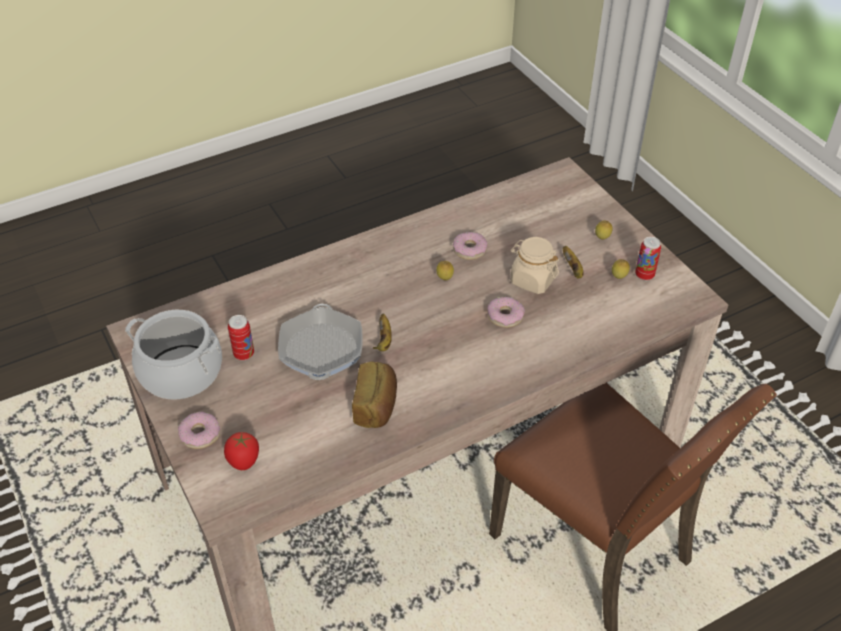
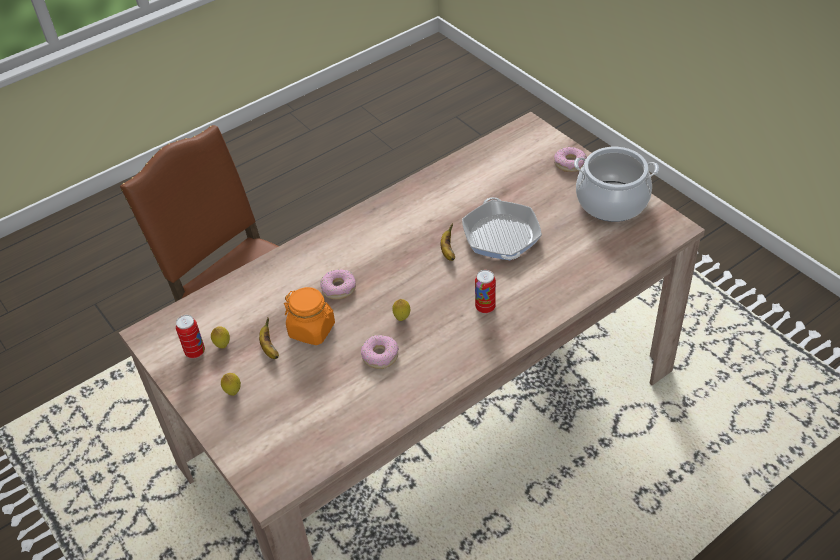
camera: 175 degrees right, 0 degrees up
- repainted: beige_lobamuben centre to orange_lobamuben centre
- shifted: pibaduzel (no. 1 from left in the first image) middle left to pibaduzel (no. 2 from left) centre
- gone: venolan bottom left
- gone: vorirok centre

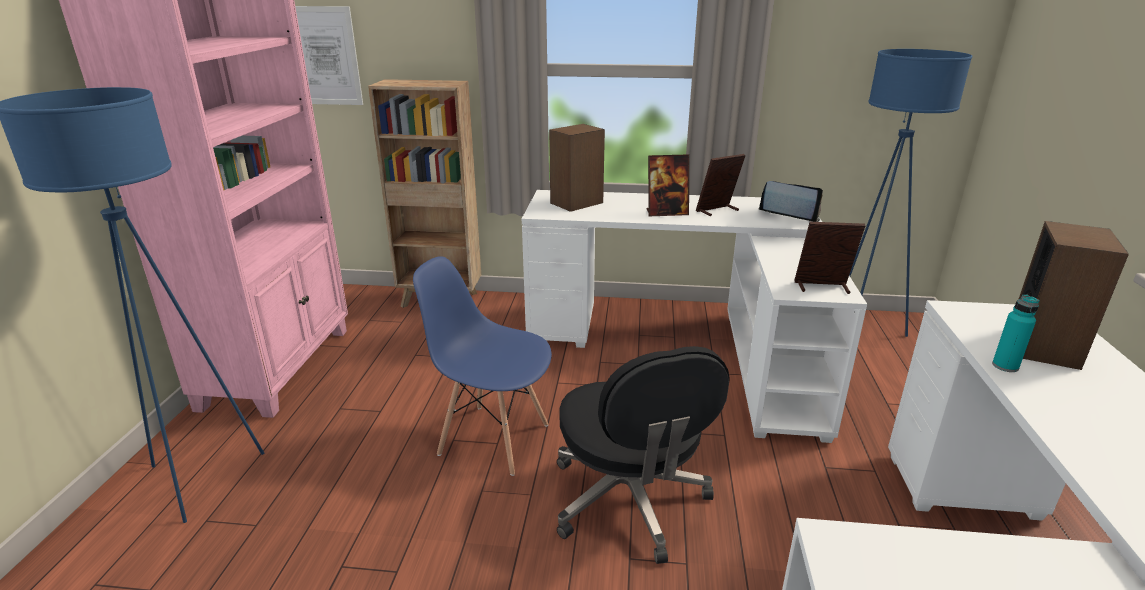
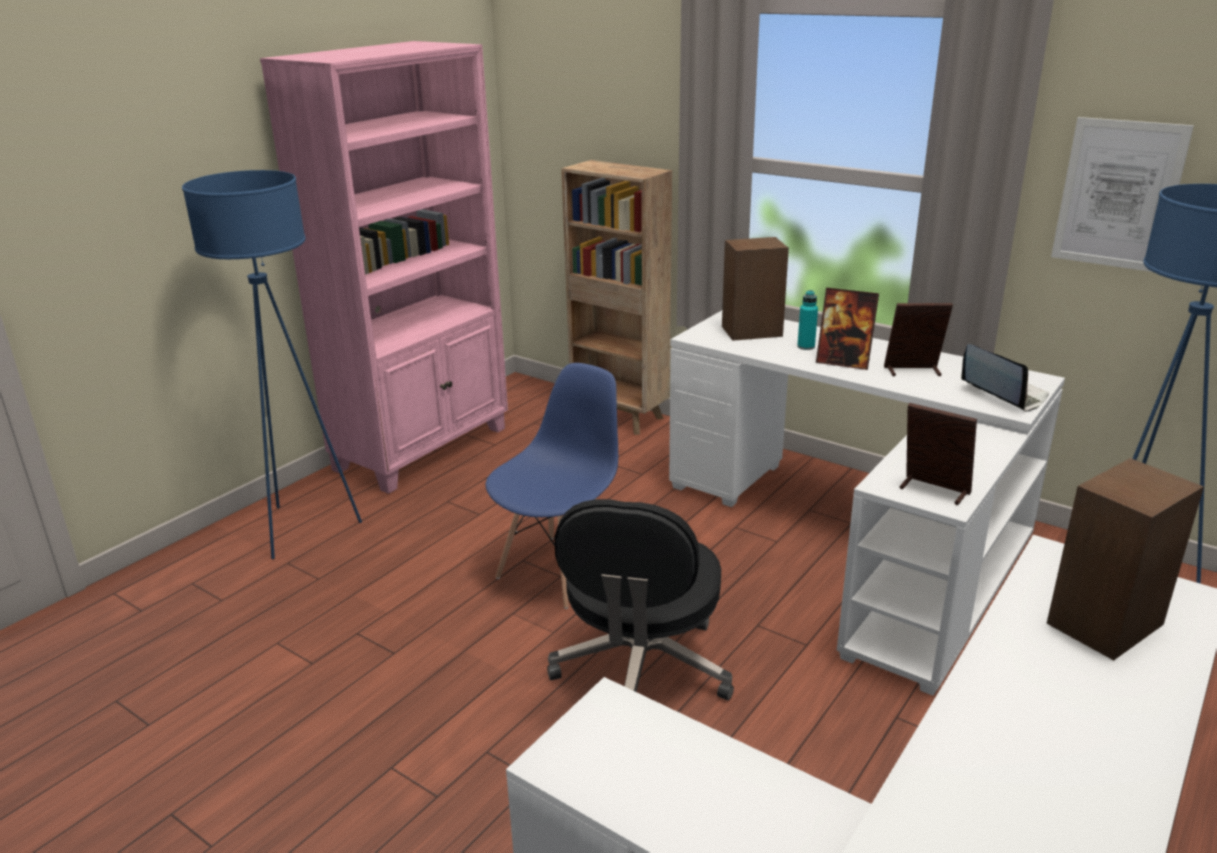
camera: 30 degrees right, 0 degrees up
- rotated: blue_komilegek centre = centre 75 degrees clockwise
- shifted: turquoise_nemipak middle right to centre
- shifted: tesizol top left to top right

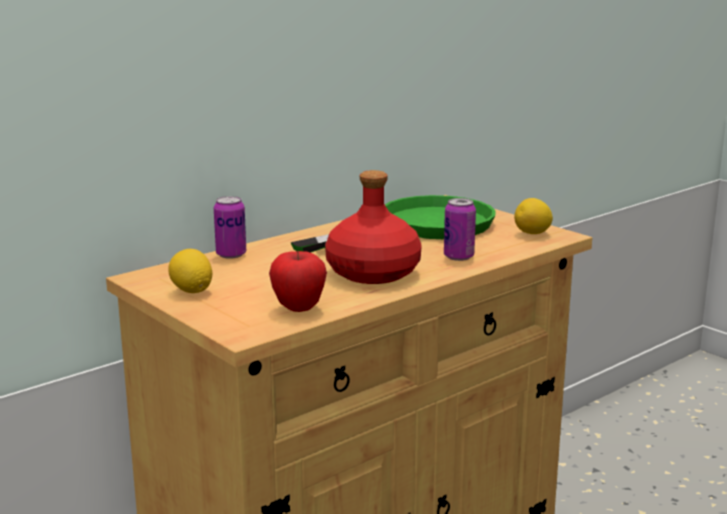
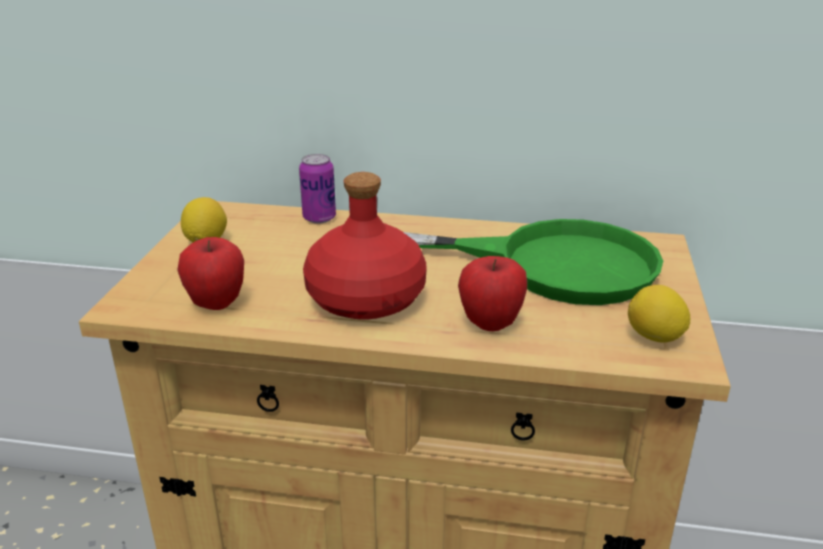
camera: 50 degrees right, 10 degrees up
- swapped: pibaduzel (no. 2 from left) centre to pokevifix (no. 2 from left) centre

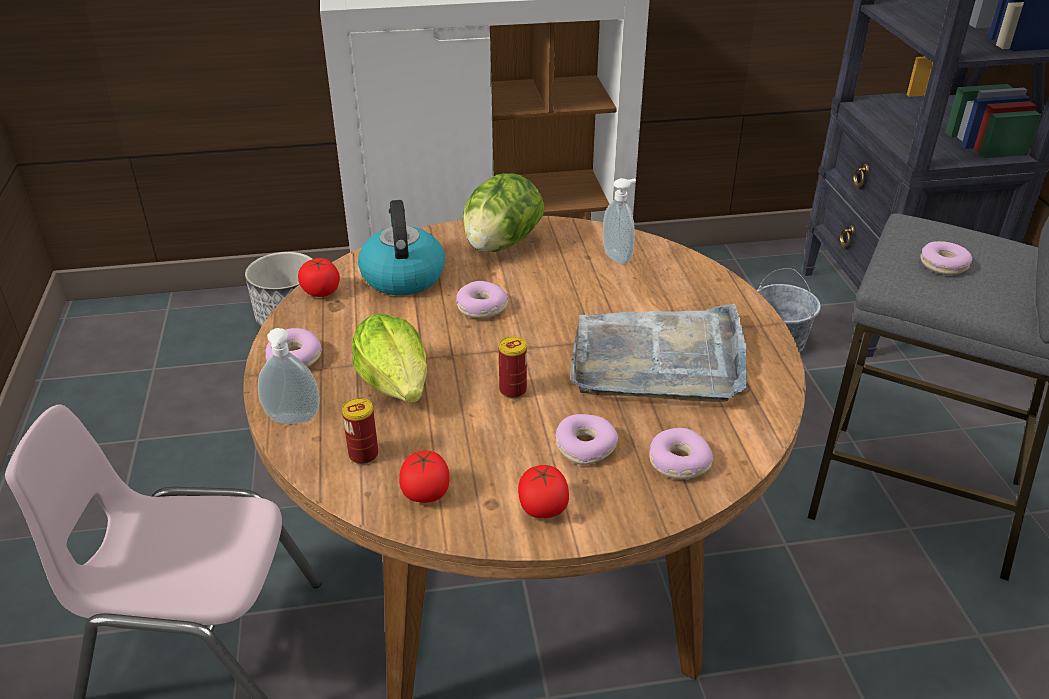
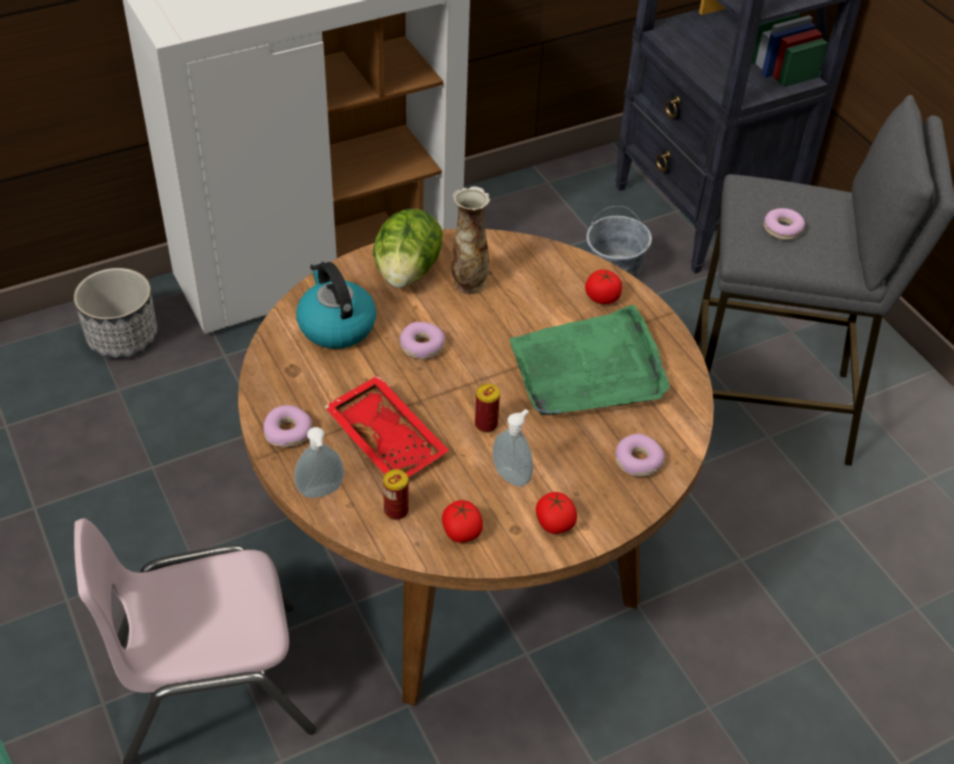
camera: 20 degrees left, 10 degrees up
- swapped: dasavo (no. 1 from left) centre to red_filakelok centre
- new: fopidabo top centre
- shifted: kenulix (no. 2 from left) top centre to centre
- repainted: grey_filakelok centre to green_filakelok centre
- shifted: venolan (no. 1 from left in the first image) middle left to venolan (no. 3 from left) centre
- gone: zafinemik (no. 3 from left) centre

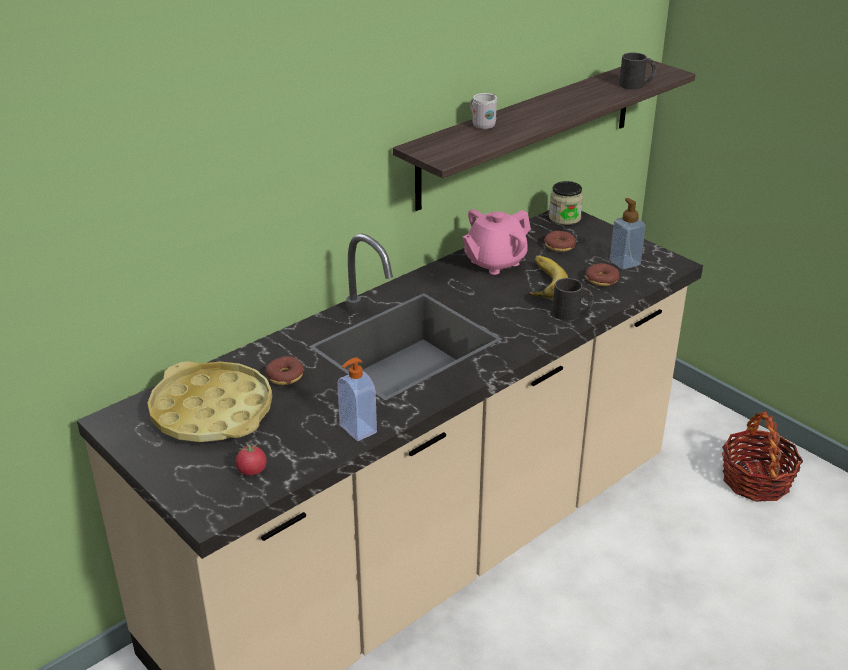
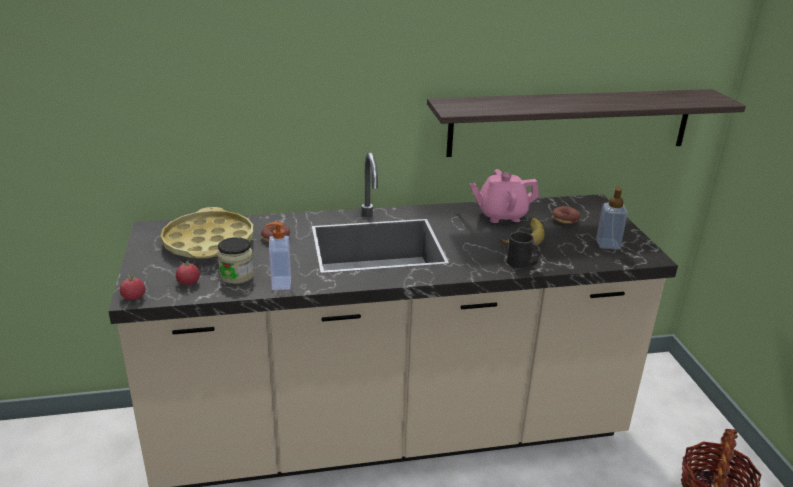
camera: 30 degrees right, 5 degrees down
- new: venolan (no. 1 from left) middle left
- shifted: lobamuben top right to middle left
- gone: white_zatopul top centre
- gone: zafinemik (no. 3 from left) middle right
- gone: black_zatopul (no. 2 from left) top right

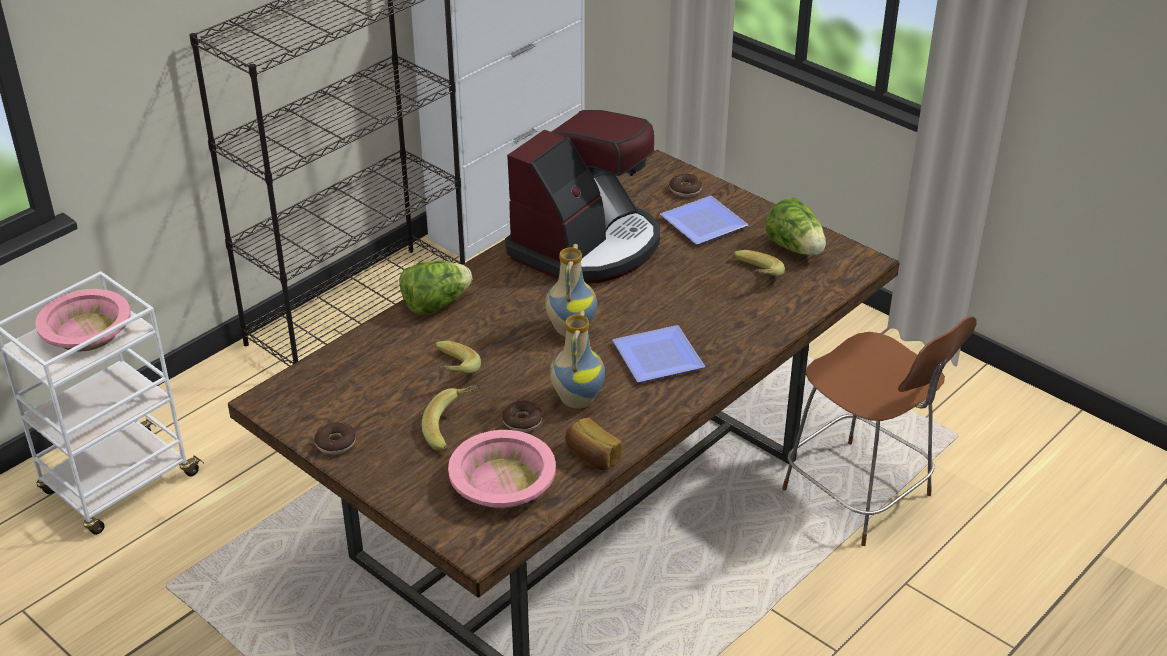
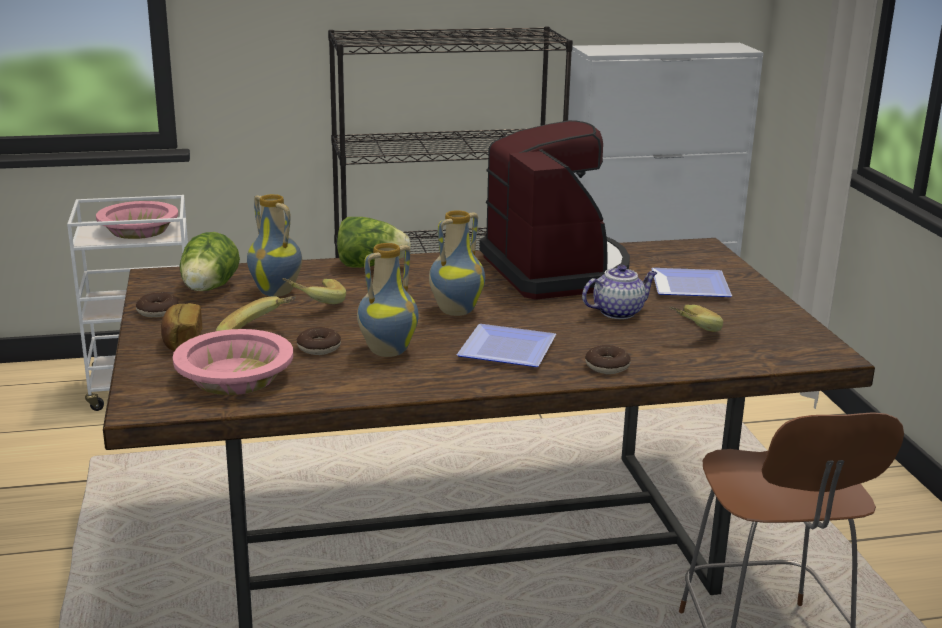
camera: 35 degrees right, 15 degrees down
- shifted: vorirok bottom centre to middle left
- shifted: dasavo (no. 2 from left in the first image) middle right to dasavo (no. 1 from left) middle left
- new: fopidabo (no. 1 from left) middle left
- rotated: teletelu top centre = centre 90 degrees counterclockwise
- new: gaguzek centre
- shifted: zafinemik (no. 3 from left) top centre to centre

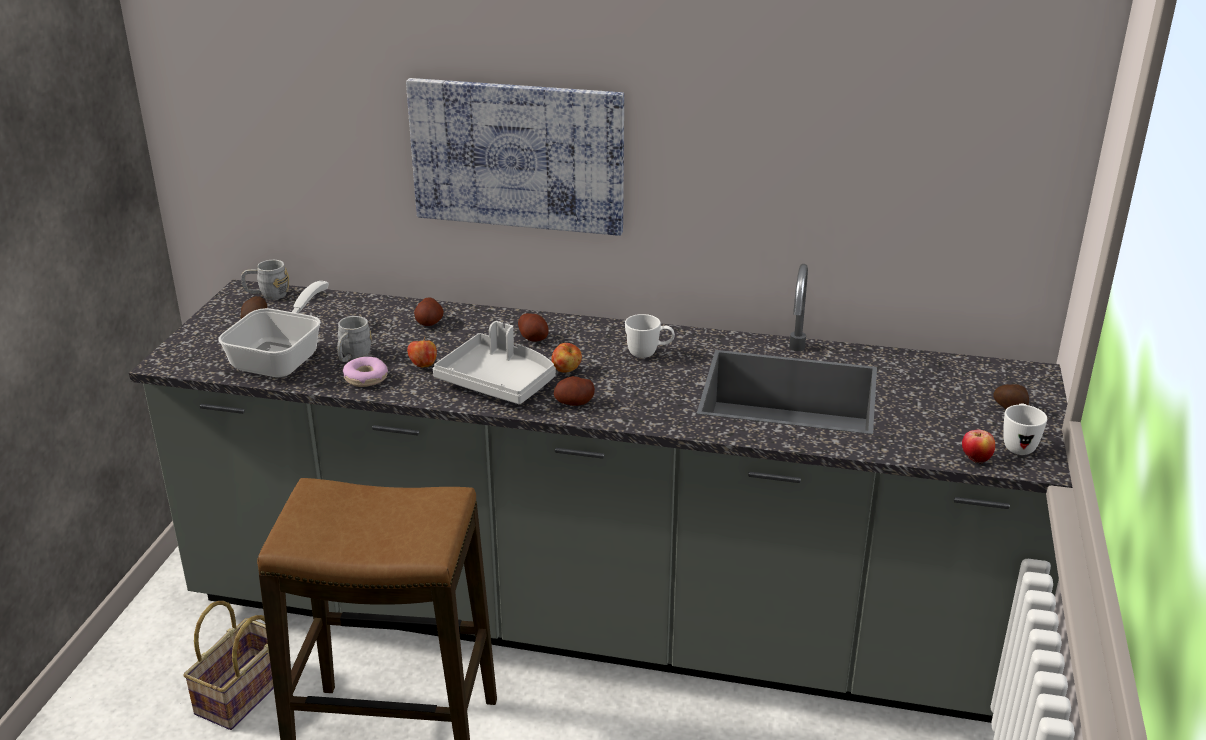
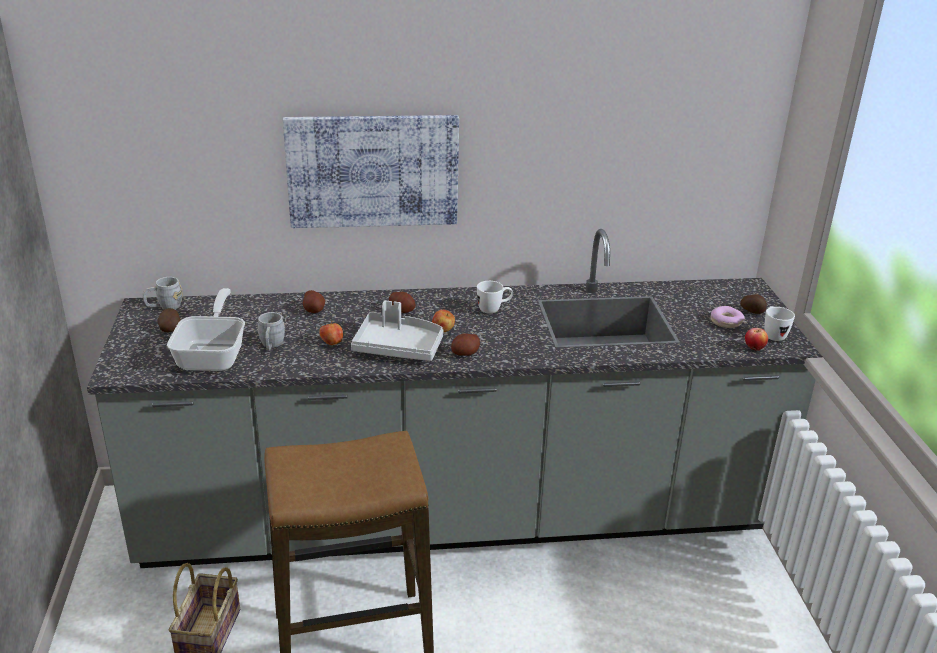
camera: 20 degrees left, 0 degrees up
- shifted: zafinemik middle left to middle right

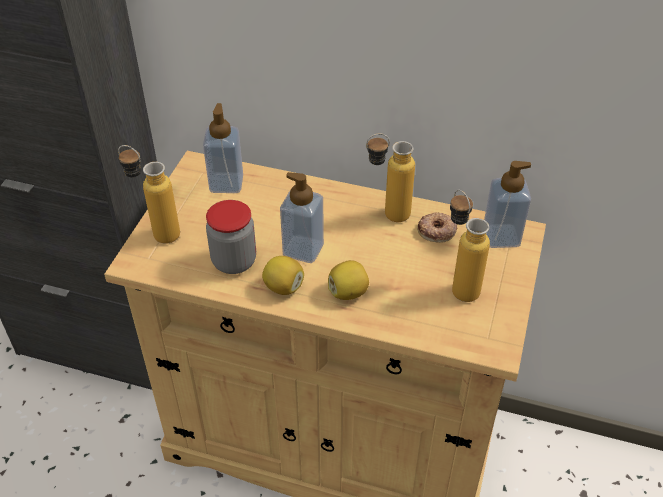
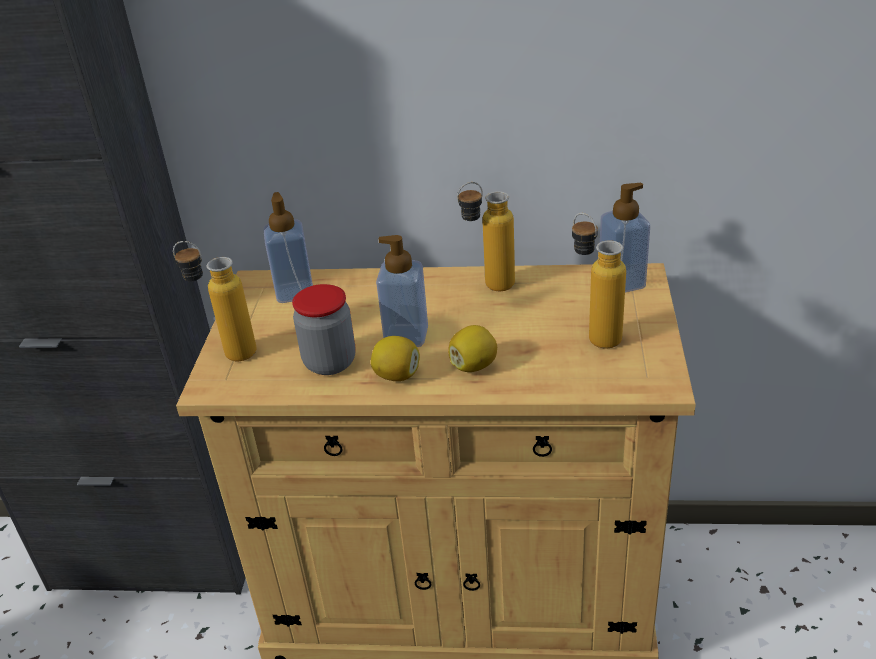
camera: 10 degrees left, 10 degrees down
- gone: zafinemik centre

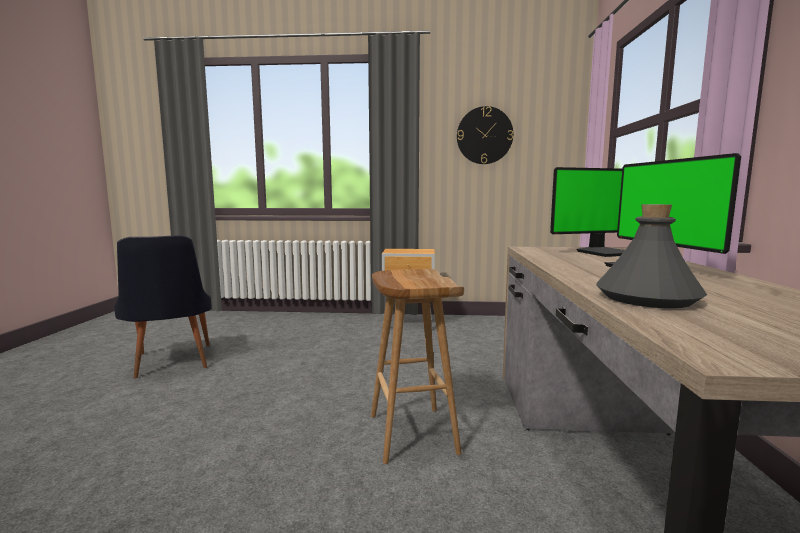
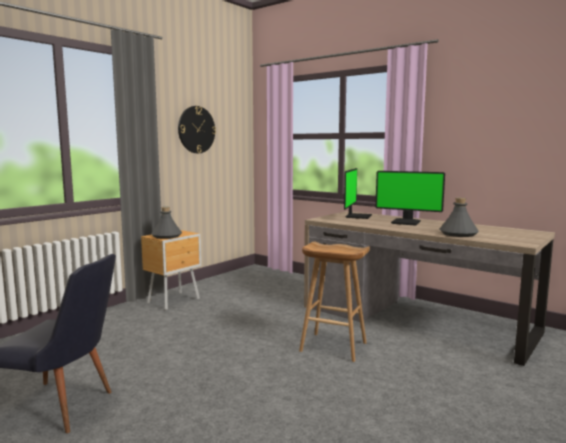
camera: 55 degrees left, 0 degrees up
- new: grey_nemipak (no. 1 from left) middle left

